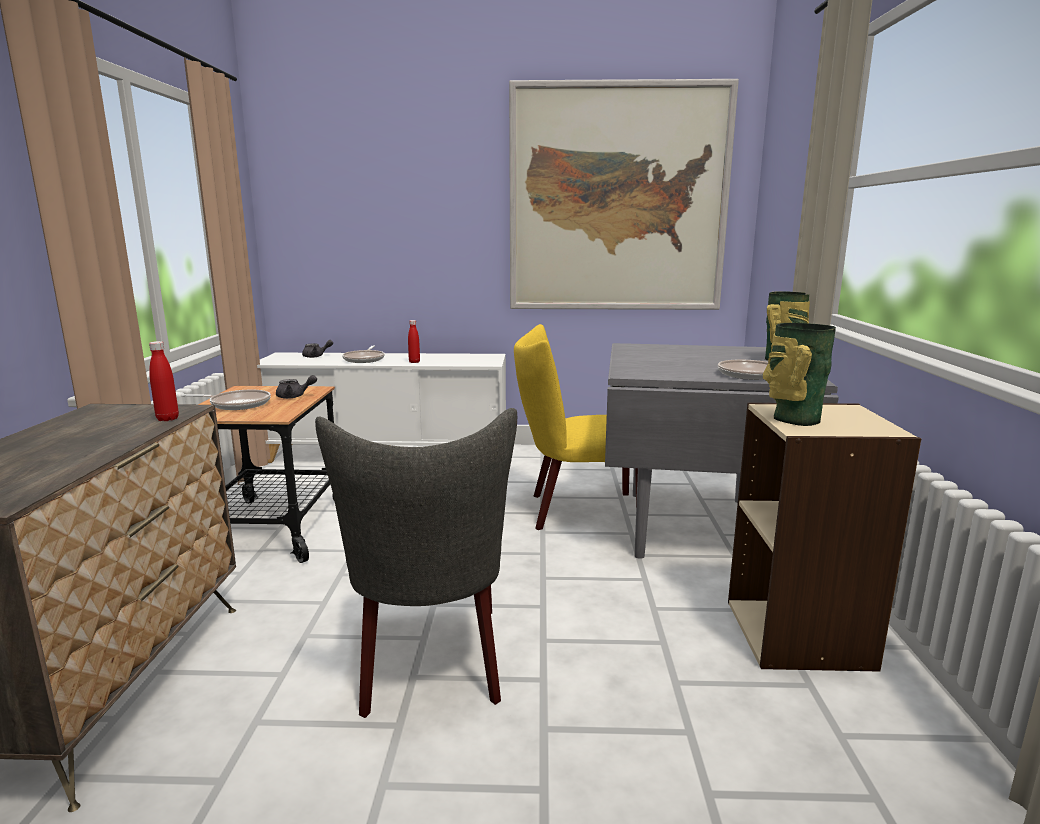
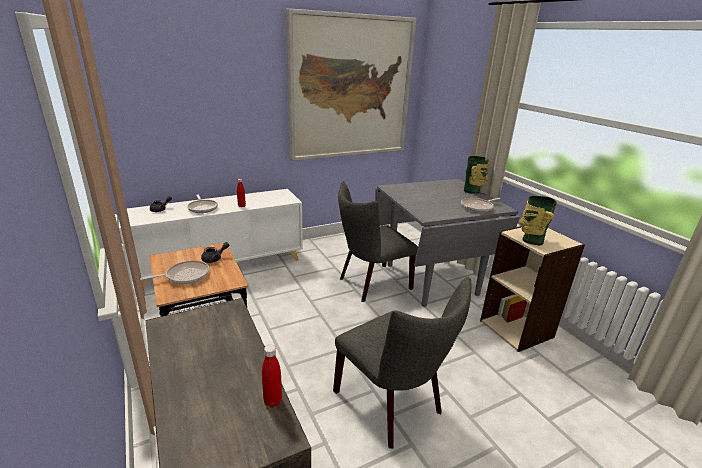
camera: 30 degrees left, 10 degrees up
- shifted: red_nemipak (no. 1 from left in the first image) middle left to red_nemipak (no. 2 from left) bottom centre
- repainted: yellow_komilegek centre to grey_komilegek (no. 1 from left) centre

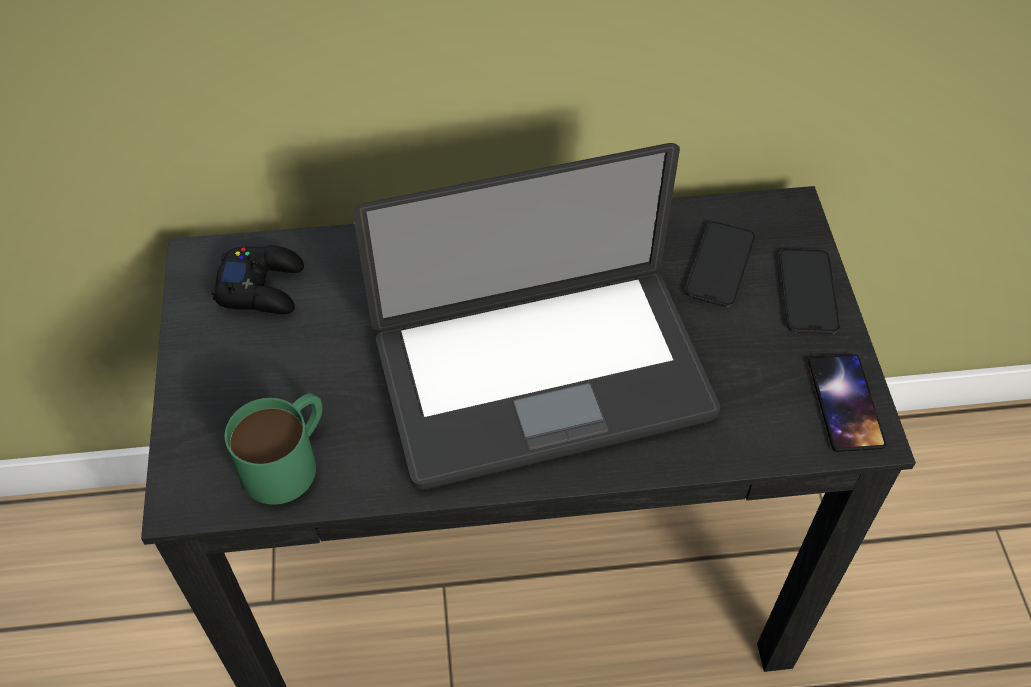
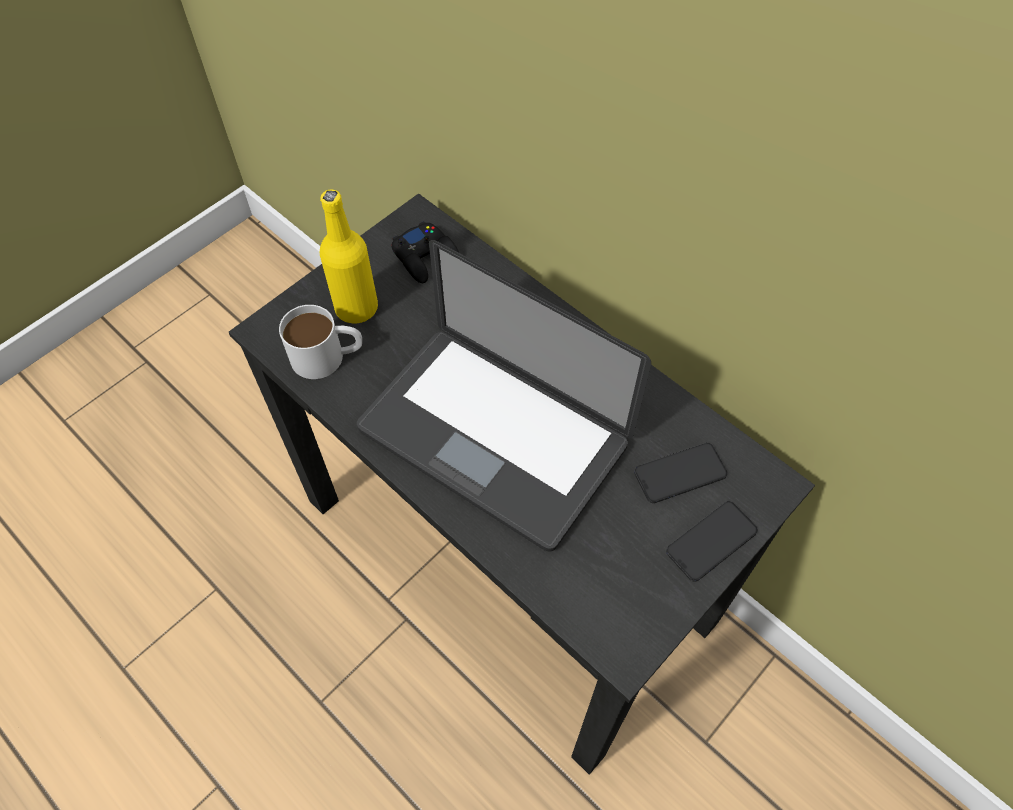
camera: 50 degrees right, 5 degrees up
- repainted: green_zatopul middle left to white_zatopul middle left
- new: yellow_nemipak top centre
- gone: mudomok (no. 3 from left) middle right

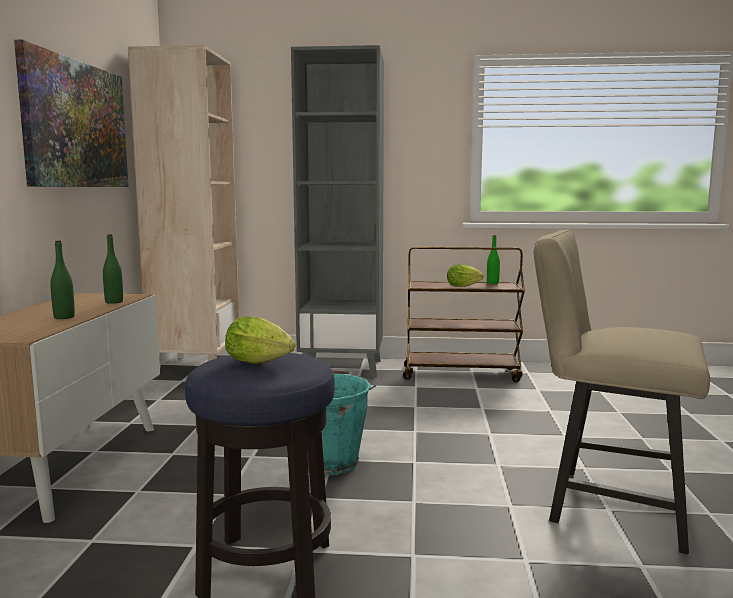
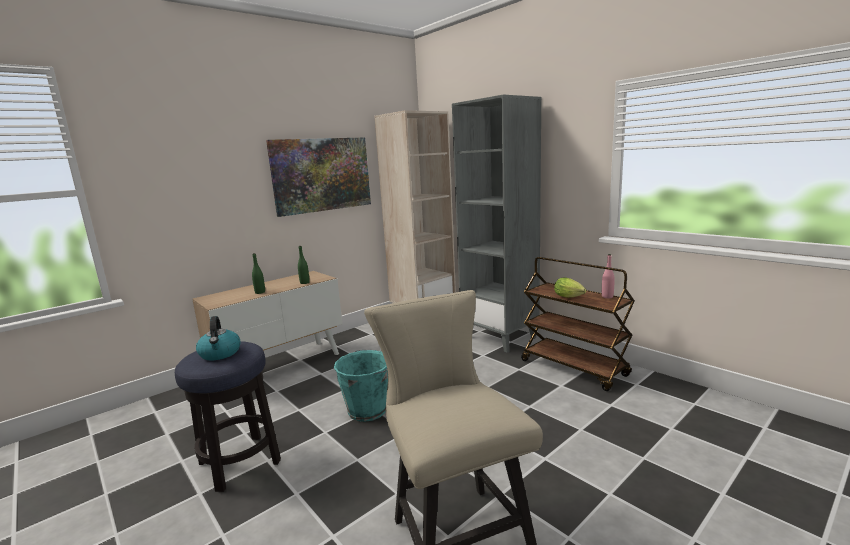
camera: 45 degrees right, 5 degrees up
- swapped: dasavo (no. 1 from left) centre to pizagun middle left
- repainted: green_nemipak (no. 3 from left) middle right to pink_nemipak middle right

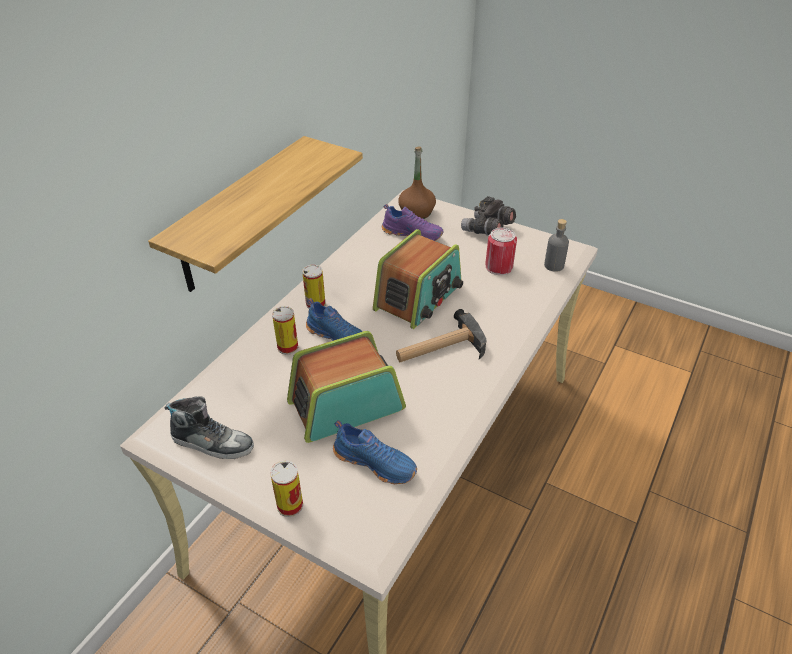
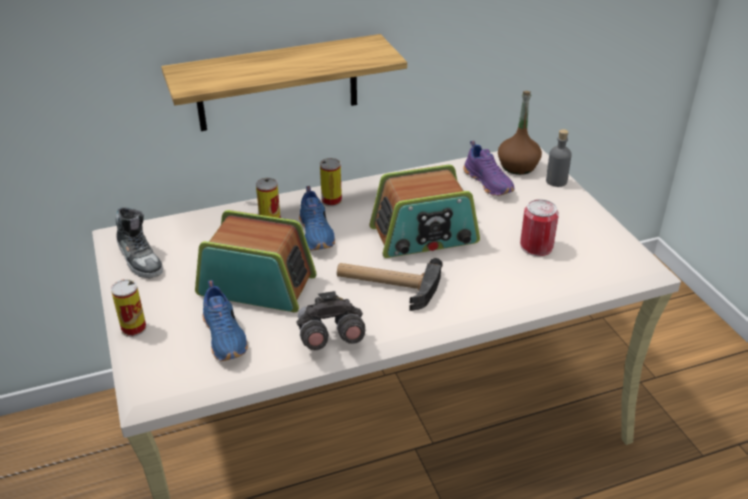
camera: 40 degrees right, 5 degrees down
- shifted: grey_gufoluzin top centre to centre
- shifted: grey_nemipak middle right to top right

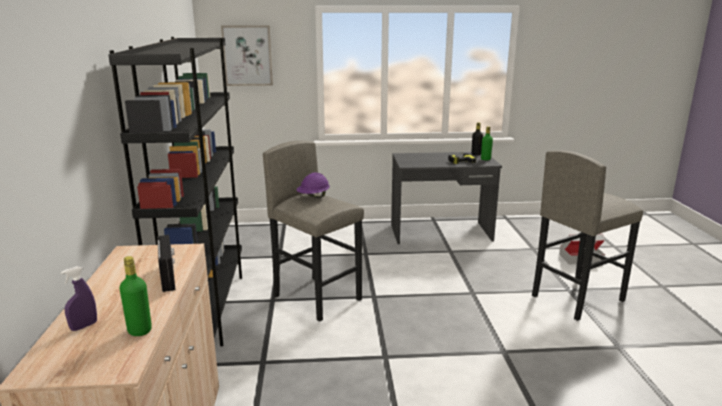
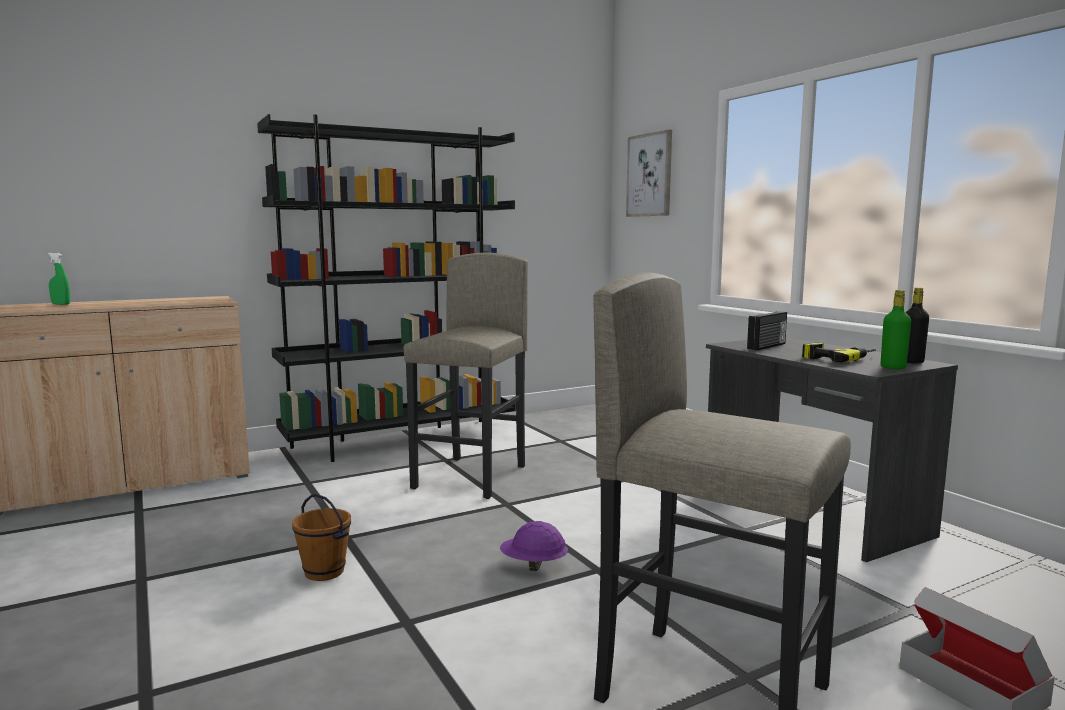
camera: 65 degrees right, 10 degrees down
- repainted: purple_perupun bottom left to green_perupun middle left
- new: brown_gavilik bottom left
- shifted: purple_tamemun centre to bottom centre
- shifted: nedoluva middle left to middle right
- gone: green_nemipak (no. 1 from left) bottom left

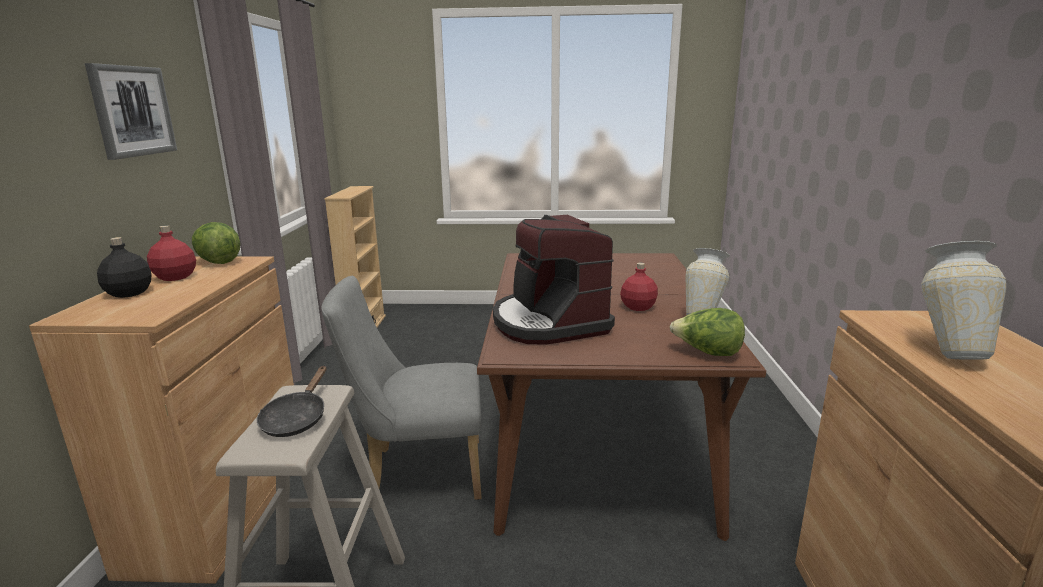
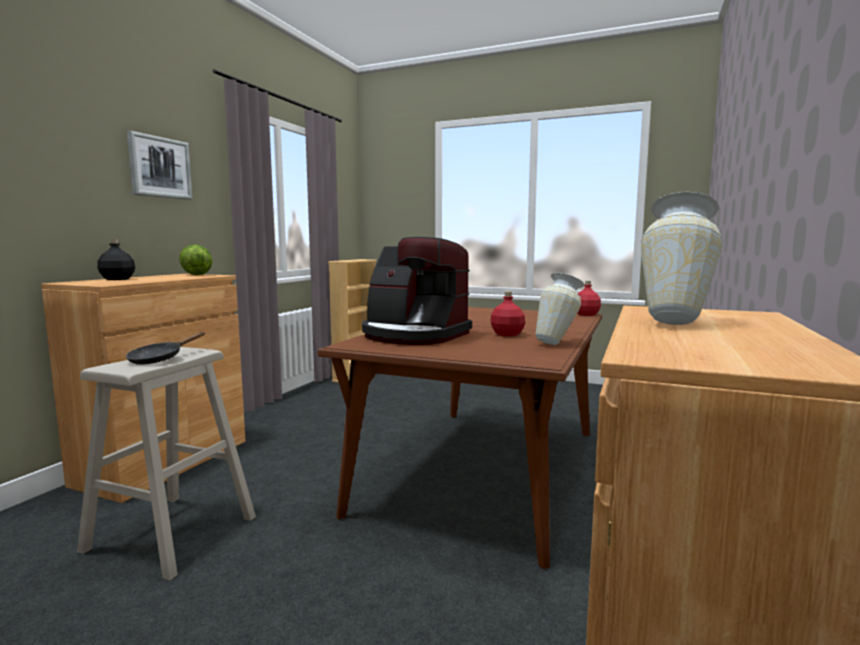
camera: 20 degrees right, 10 degrees down
- rotated: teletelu centre = centre 60 degrees counterclockwise
- shifted: red_nemipak (no. 1 from left in the first image) middle left to red_nemipak (no. 2 from left) middle right
- gone: grey_komilegek centre
- gone: dasavo (no. 2 from left) middle right

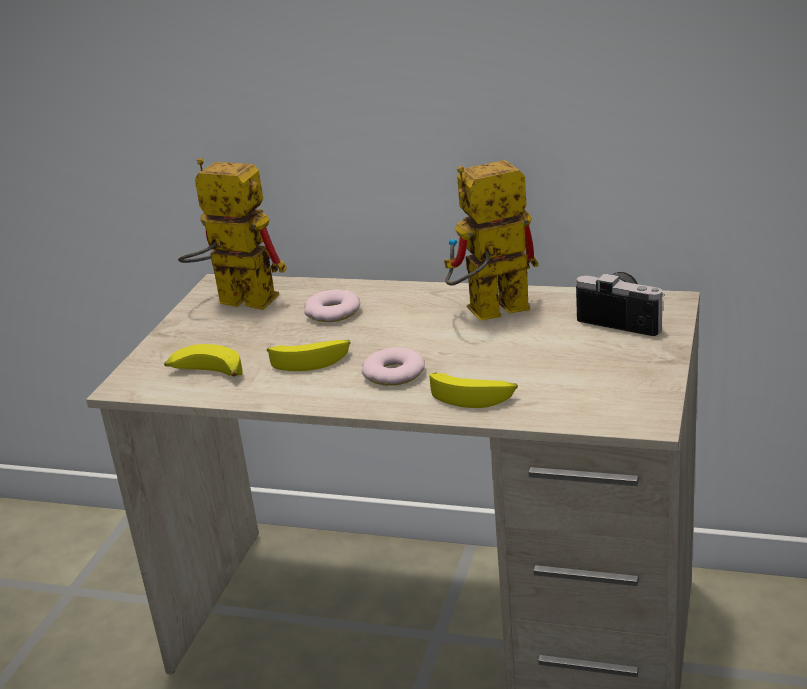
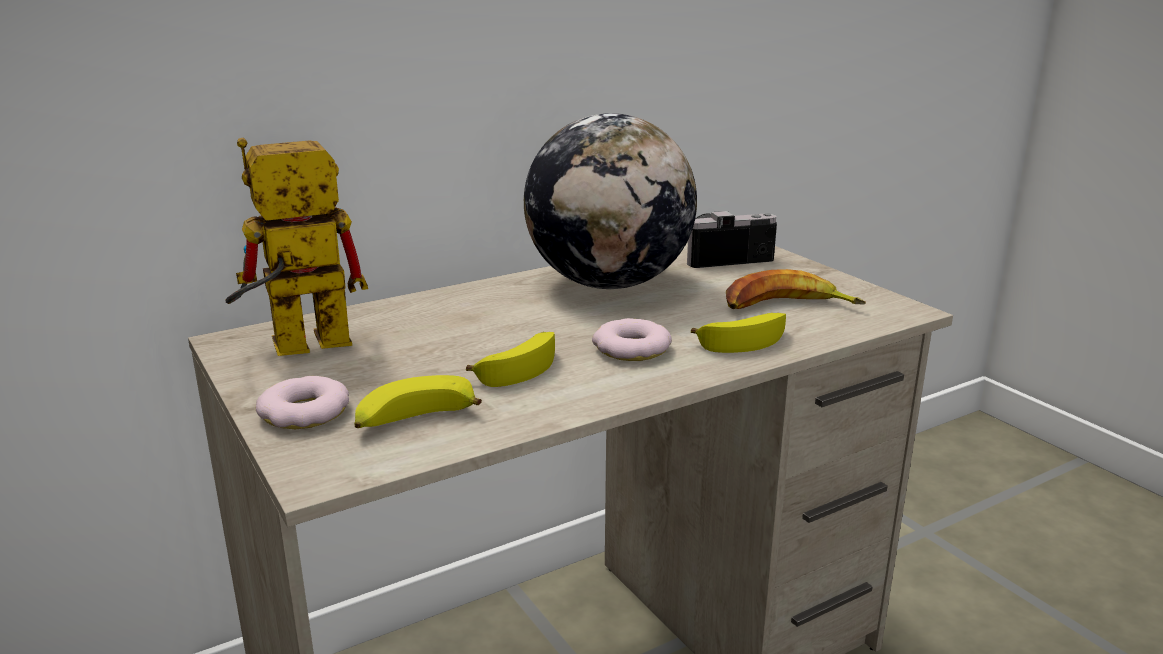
camera: 50 degrees left, 5 degrees down
- shifted: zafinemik (no. 1 from left) centre to middle left
- swapped: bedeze (no. 2 from left) centre to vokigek top centre
- new: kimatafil (no. 4 from left) middle right

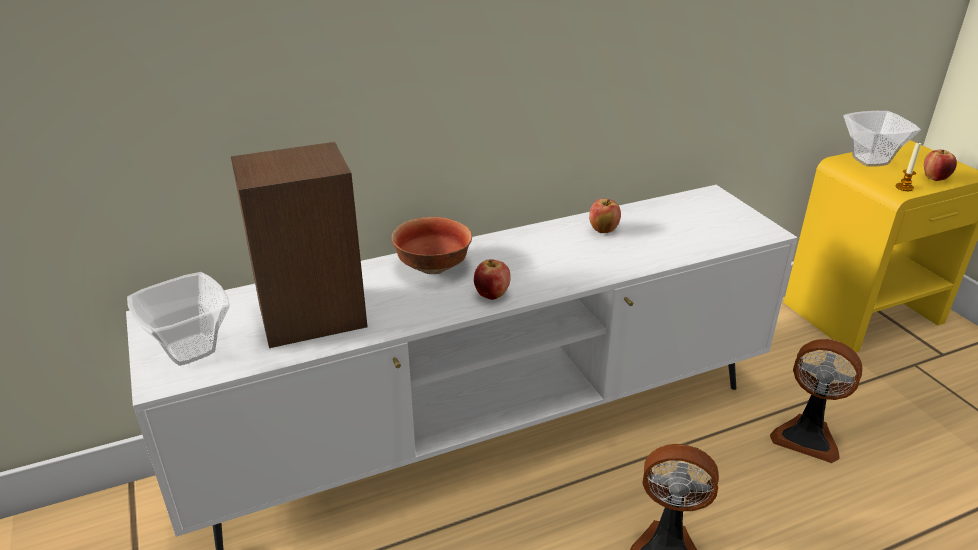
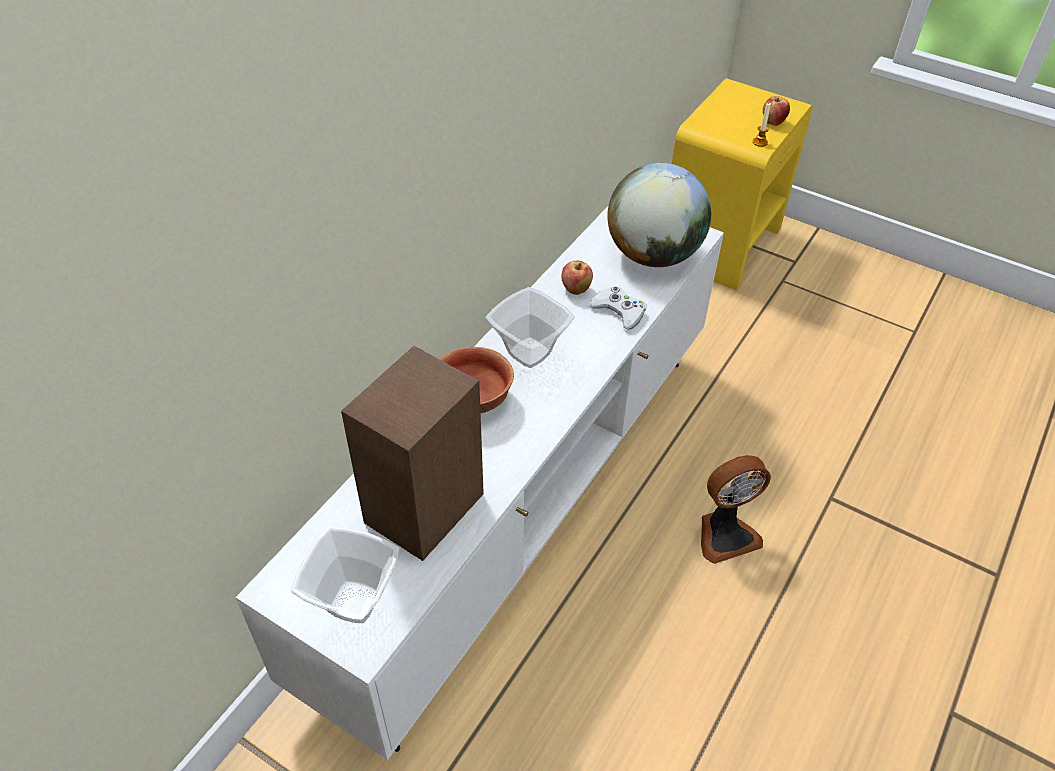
camera: 35 degrees left, 15 degrees up
- shifted: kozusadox (no. 3 from left) top right to centre
- new: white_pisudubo centre
- new: vokigek top centre
- gone: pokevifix (no. 1 from left) centre
- gone: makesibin (no. 2 from left) bottom right

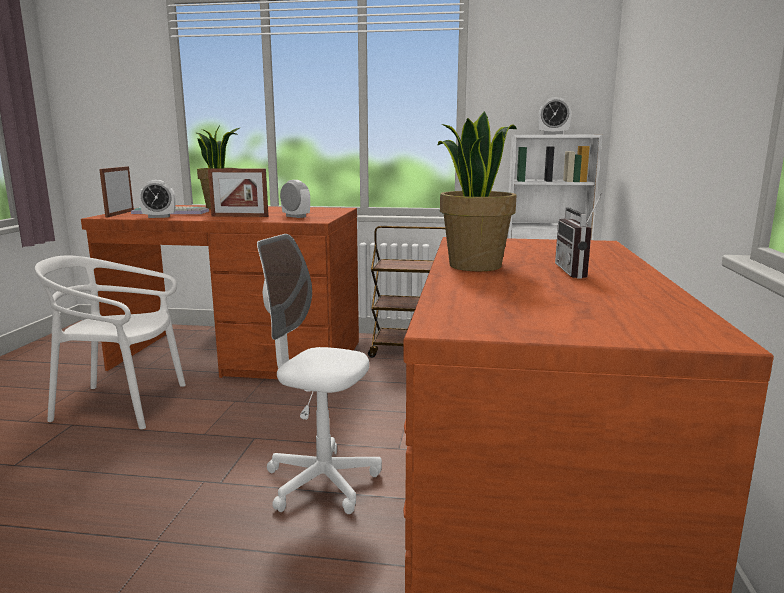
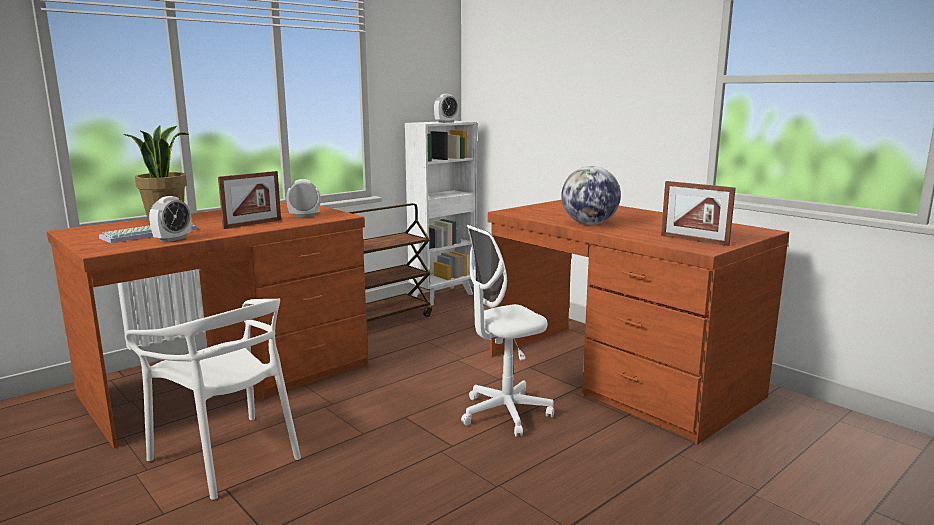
camera: 50 degrees left, 0 degrees up
- rotated: white_komilegek middle left = bottom left 90 degrees counterclockwise
- swapped: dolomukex (no. 2 from left) top centre to vokigek centre
- shifted: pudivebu (no. 1 from left in the first image) top left to pudivebu (no. 2 from left) middle right
- gone: nedoluva middle right

